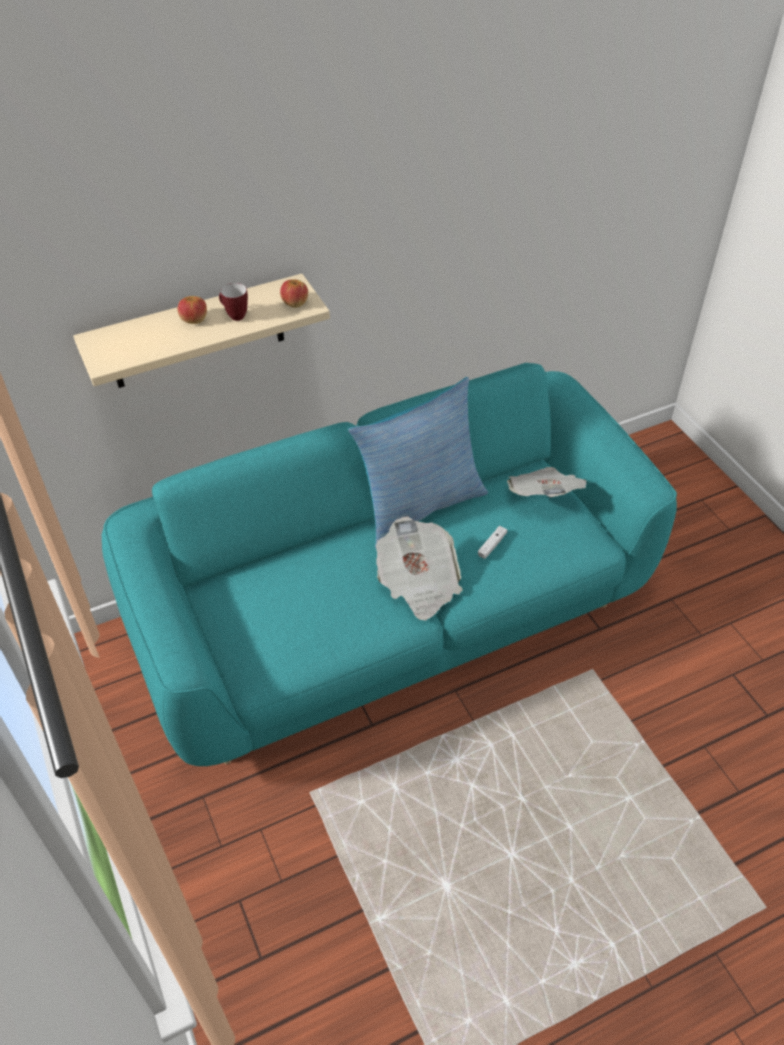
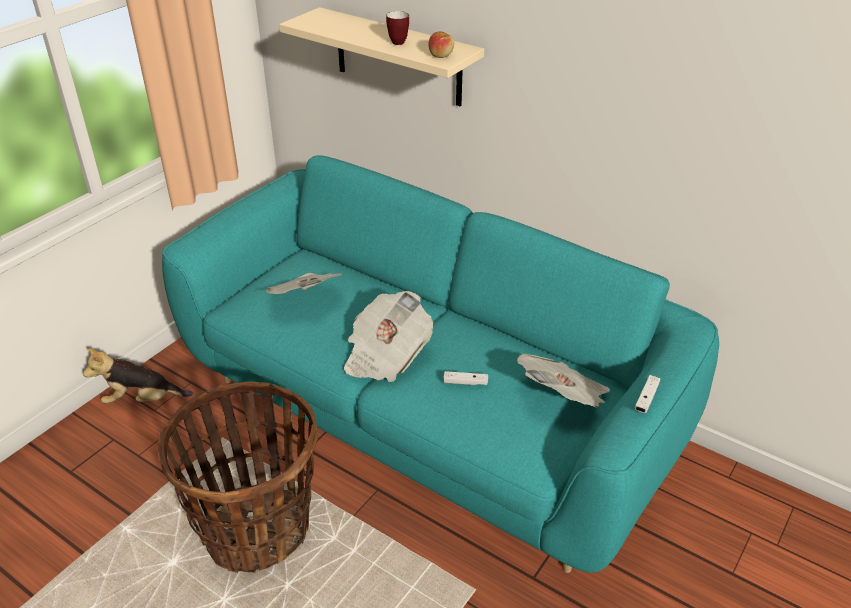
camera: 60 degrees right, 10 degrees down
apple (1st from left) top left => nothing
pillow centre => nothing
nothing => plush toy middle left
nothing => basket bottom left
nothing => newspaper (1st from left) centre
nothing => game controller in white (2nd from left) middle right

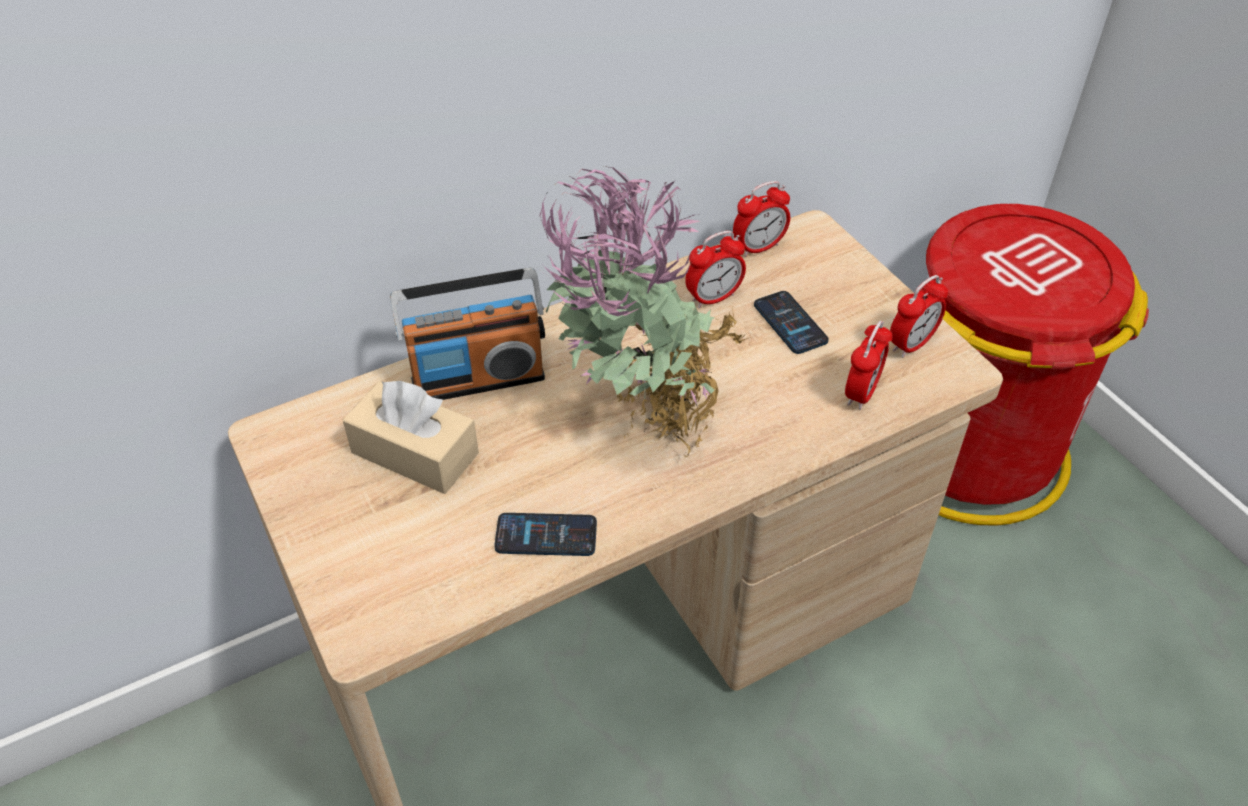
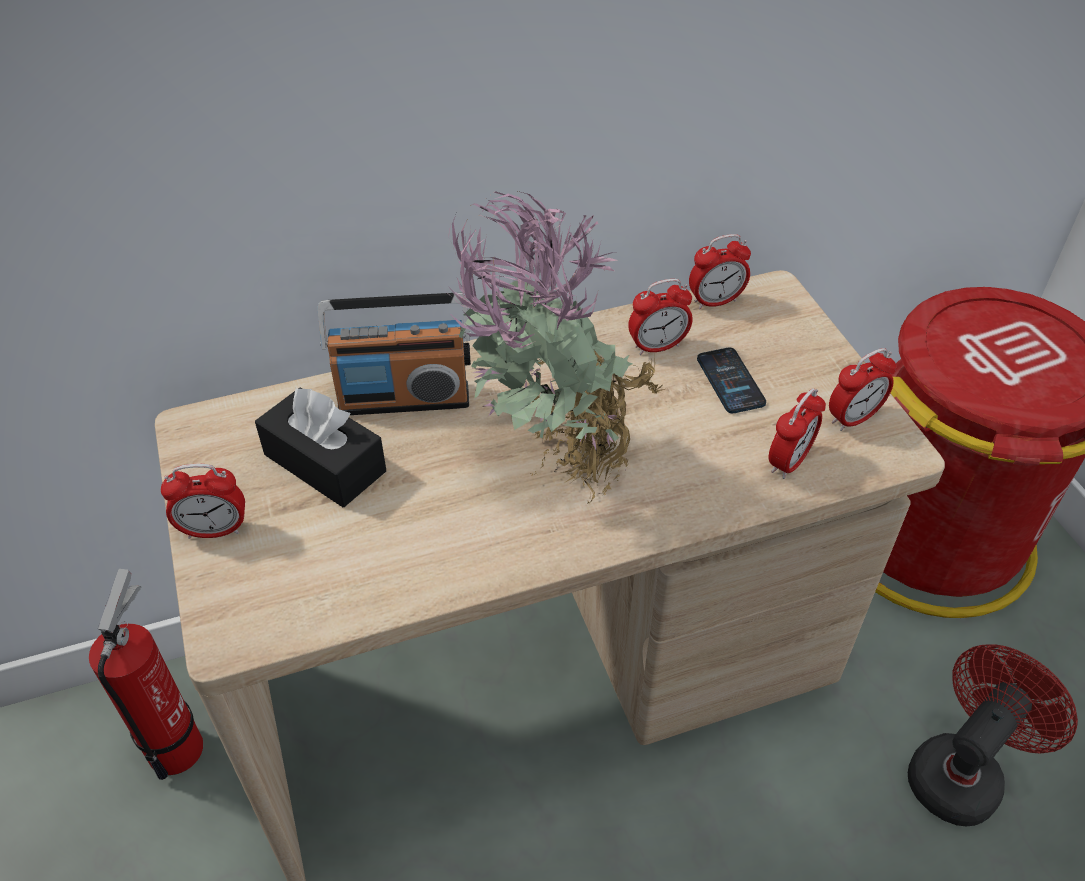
camera: 10 degrees right, 0 degrees up
phone (1st from left) centre => nothing
nothing => fire extinguisher bottom left
nothing => alarm clock (1st from left) middle left
nothing => fan in red bottom right
tissue box in beige middle left => tissue box in black middle left

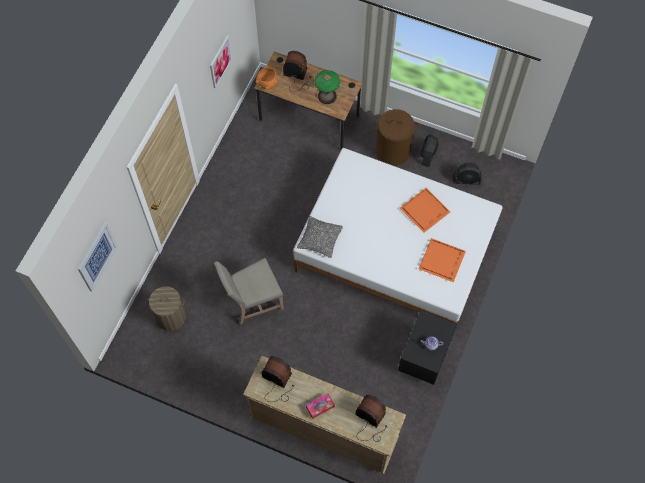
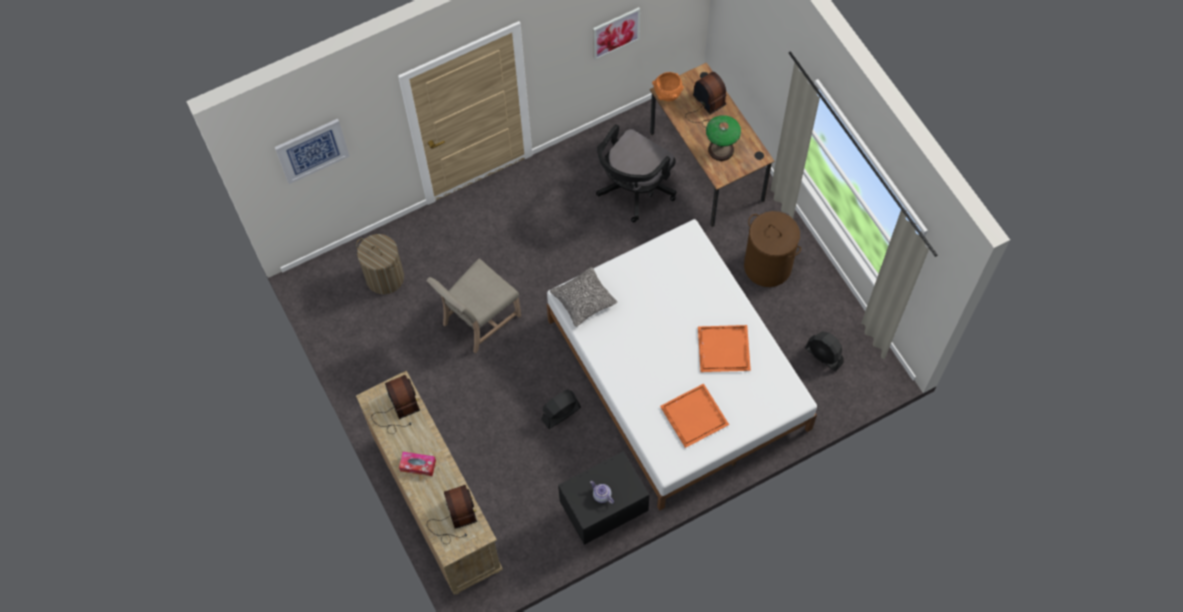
camera: 40 degrees right, 0 degrees up
nothing => office chair in black top centre
fan in black (1st from left) top centre => fan in black (1st from left) bottom centre, move
chair in beige centre, 60 degrees counterclockwise

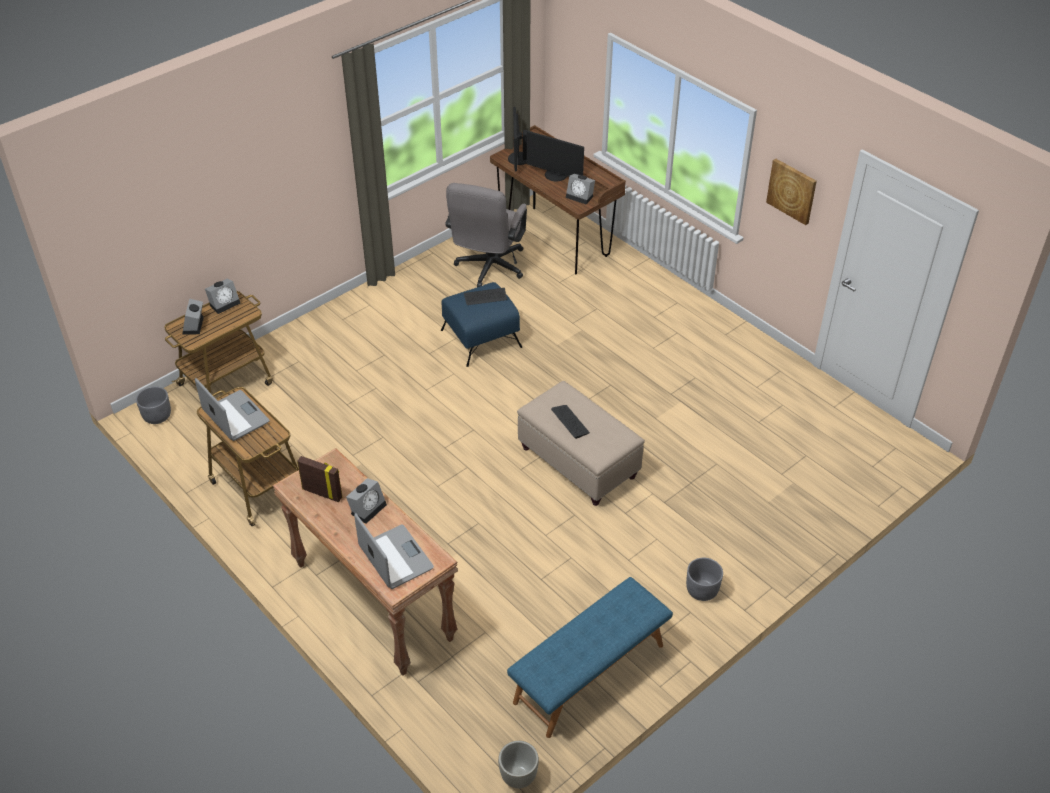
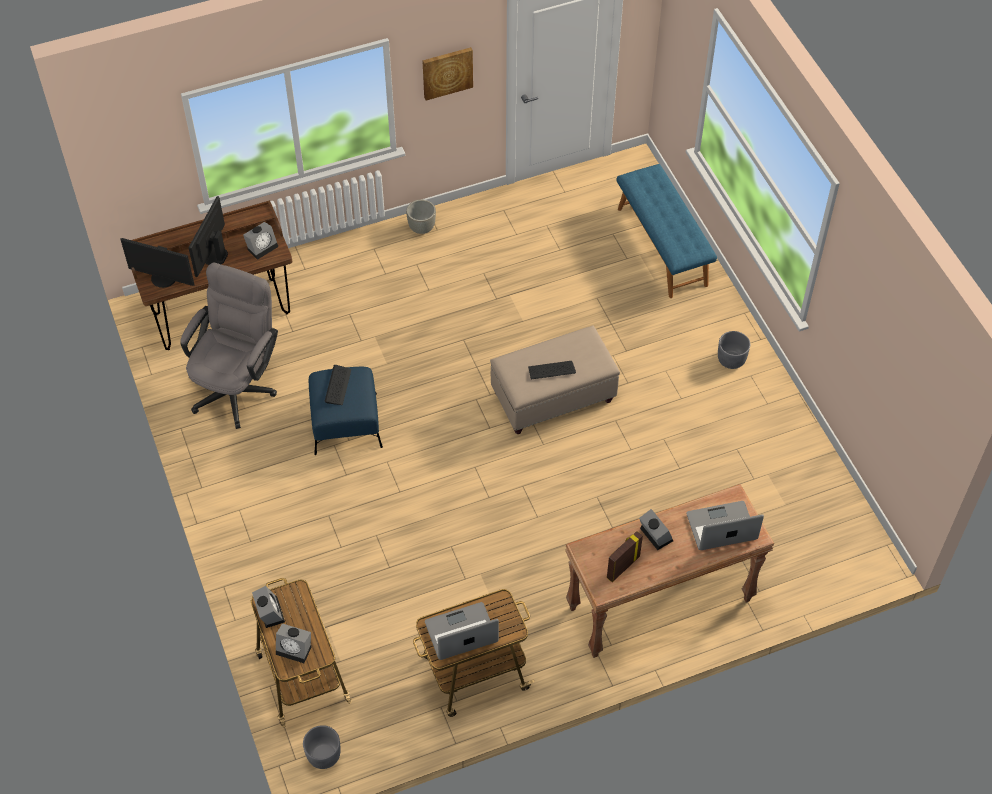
camera: 70 degrees left, 10 degrees up
planter in grey (2nd from left) bottom centre => planter in grey (2nd from left) top centre, move
bench in blue bottom centre => bench in blue top right, move
office chair in grey top centre => office chair in grey middle left, 105 degrees counterclockwise
monitor (2nd from left) top centre => monitor (2nd from left) top left, 150 degrees clockwise

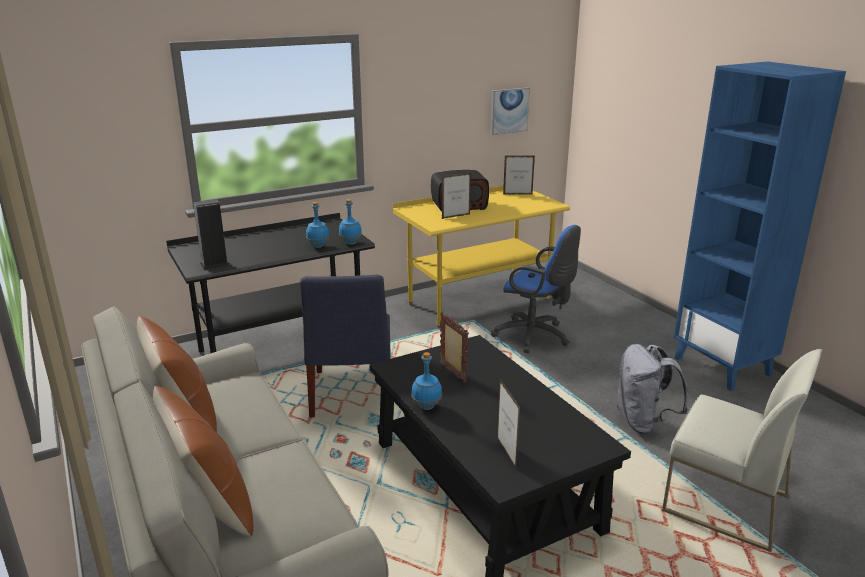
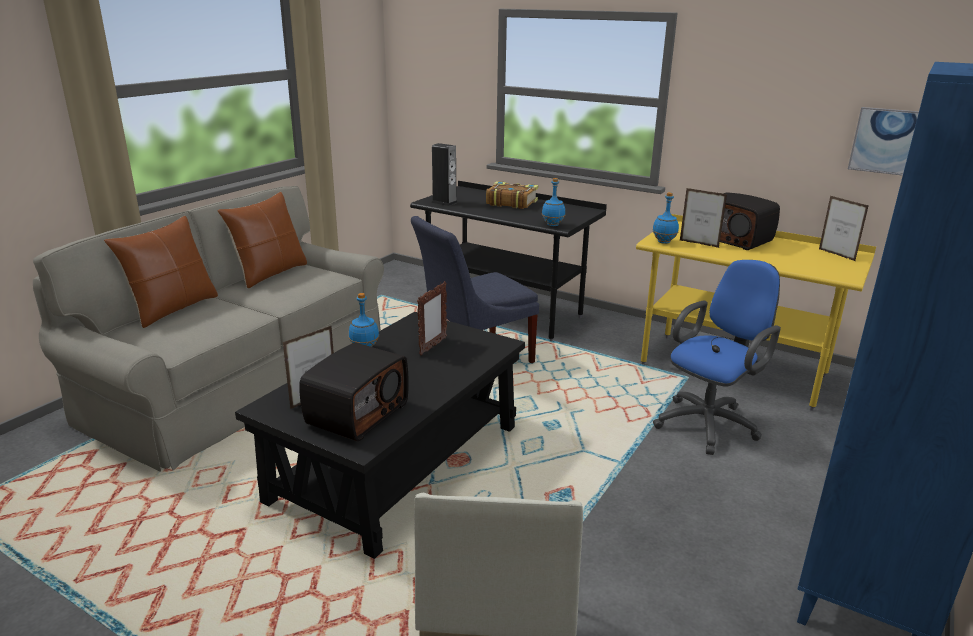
camera: 60 degrees right, 0 degrees up
backpack in grey bottom right => nothing
nothing => radio (1st from left) centre
nothing => book top centre
bottle in blue (1st from left in the first image) centre => bottle in blue (3rd from left) middle right, move
office chair in blue centre => office chair in blue middle right, 135 degrees counterclockwise

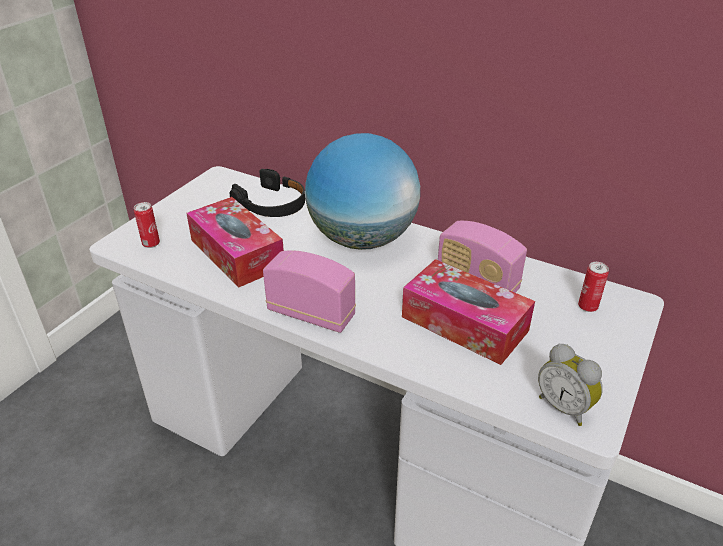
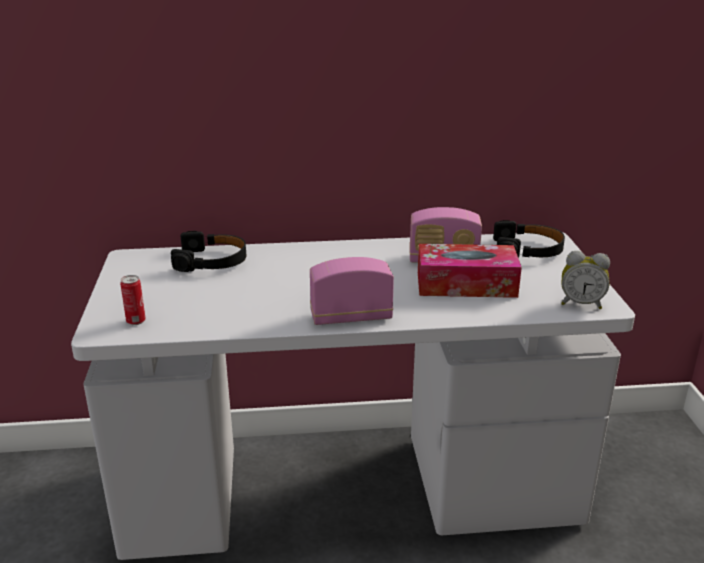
camera: 35 degrees left, 10 degrees down
tissue box (1st from left) middle left => nothing
globe centre => nothing
can (2nd from left) middle right => headphones in black (2nd from left) middle right

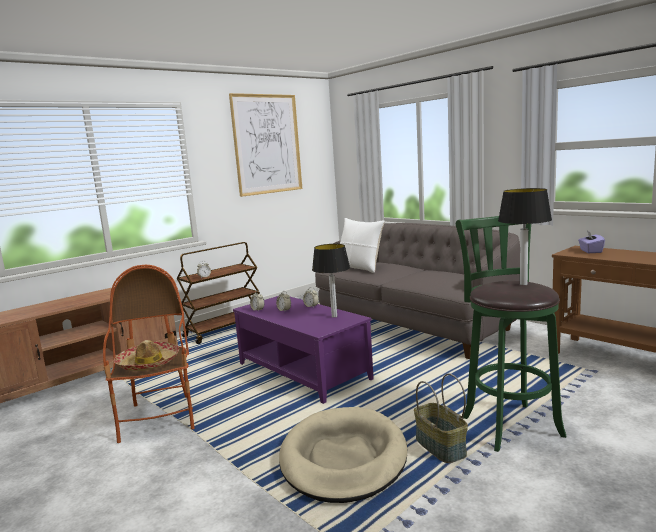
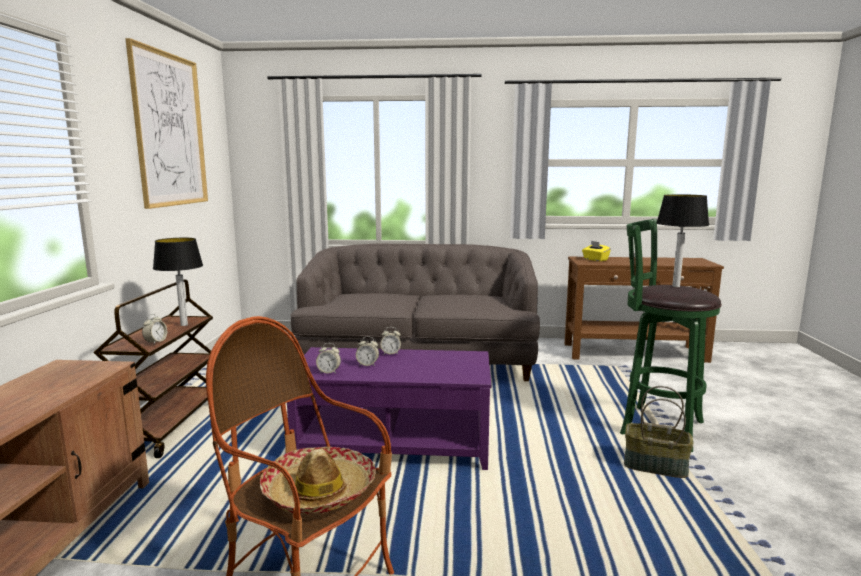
camera: 45 degrees left, 0 degrees up
dog bed in beige bottom centre => nothing
pillow in white centre => nothing
table lamp (1st from left) centre => table lamp (1st from left) middle left, move
tissue box in purple middle right => tissue box in yellow middle right

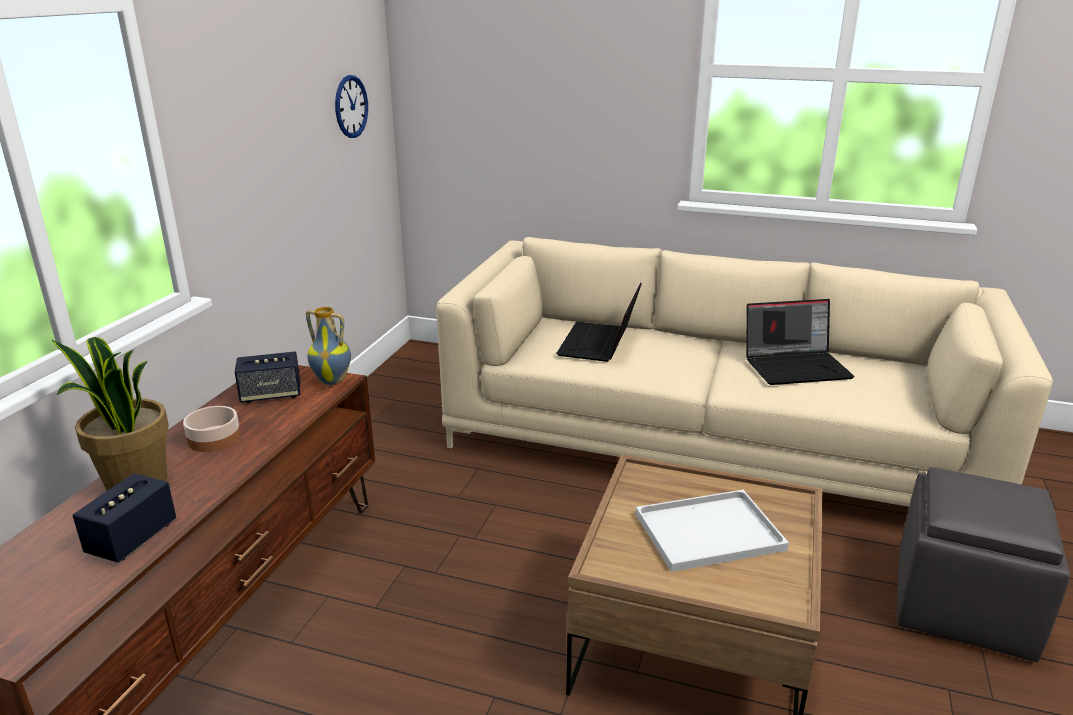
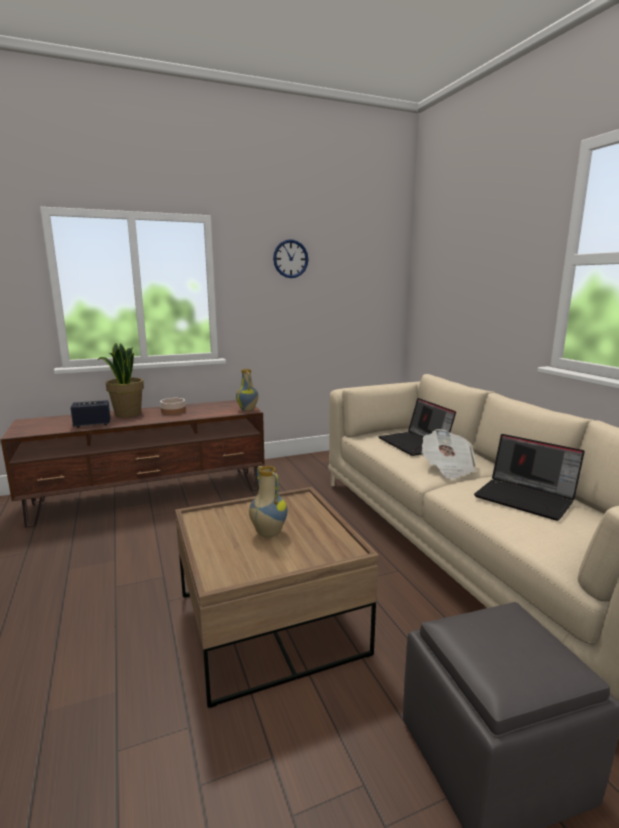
camera: 50 degrees right, 10 degrees down
speaker (2nd from left) middle left => nothing
nothing => newspaper middle right
wall clock top left => wall clock top centre, move
tray in white bottom centre => vase (2nd from left) centre
laptop (1st from left) centre => laptop (1st from left) middle right, 90 degrees counterclockwise

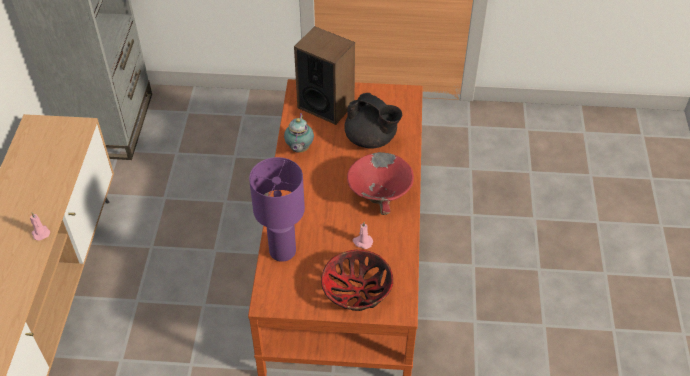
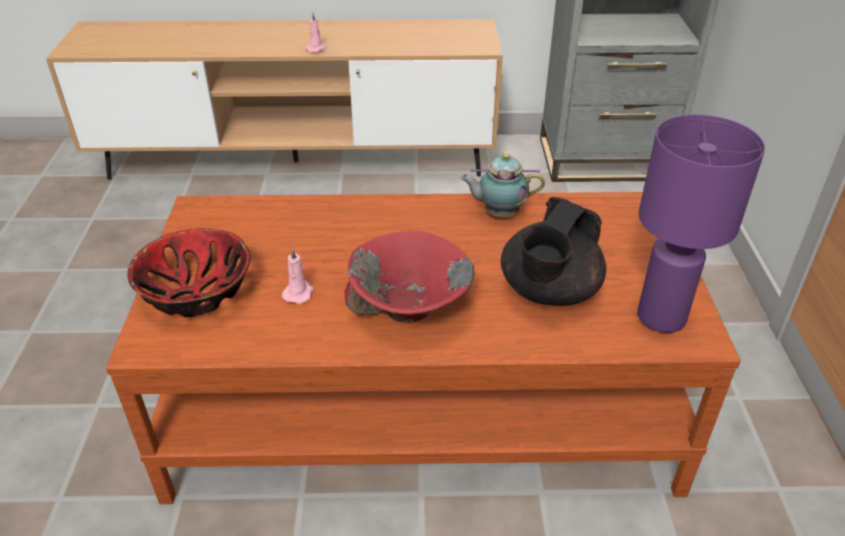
camera: 85 degrees right, 10 degrees down
speaker top centre => nothing
table lamp in purple centre => table lamp in purple middle right, move

